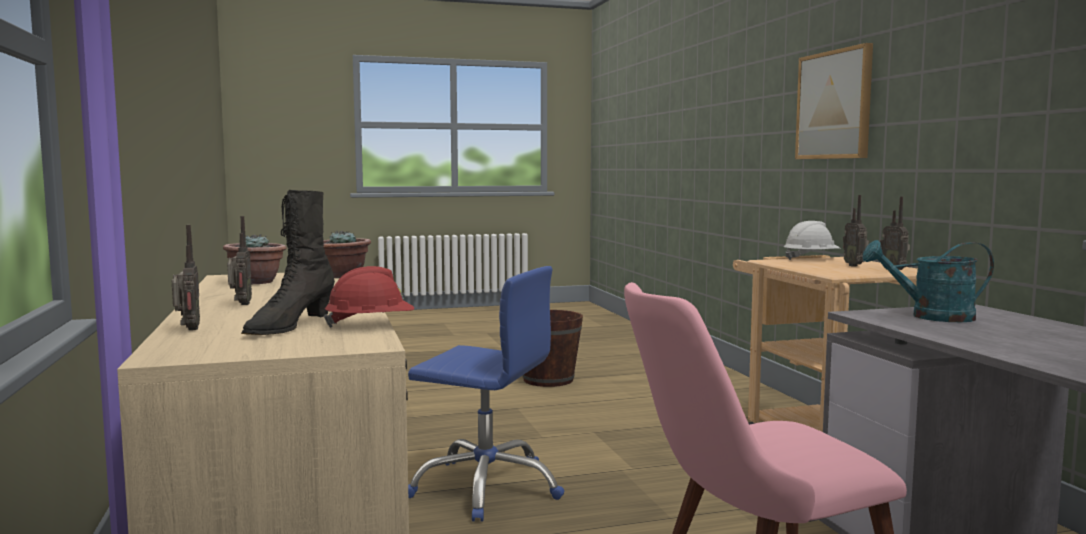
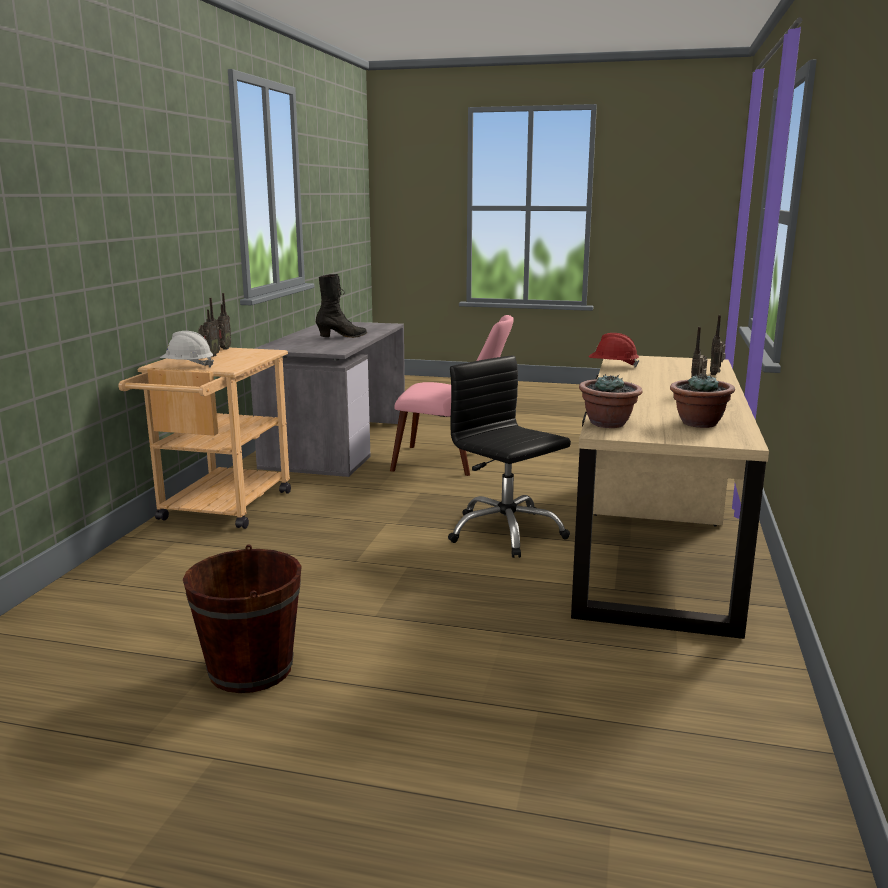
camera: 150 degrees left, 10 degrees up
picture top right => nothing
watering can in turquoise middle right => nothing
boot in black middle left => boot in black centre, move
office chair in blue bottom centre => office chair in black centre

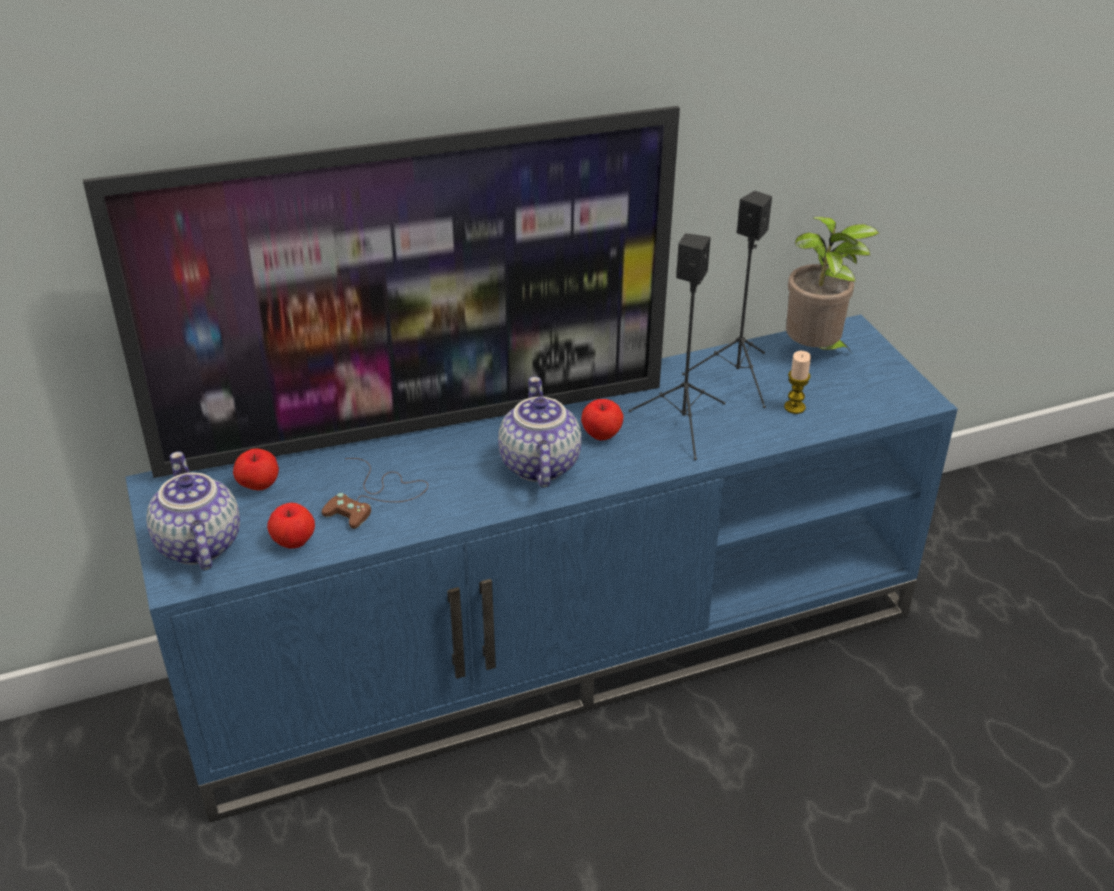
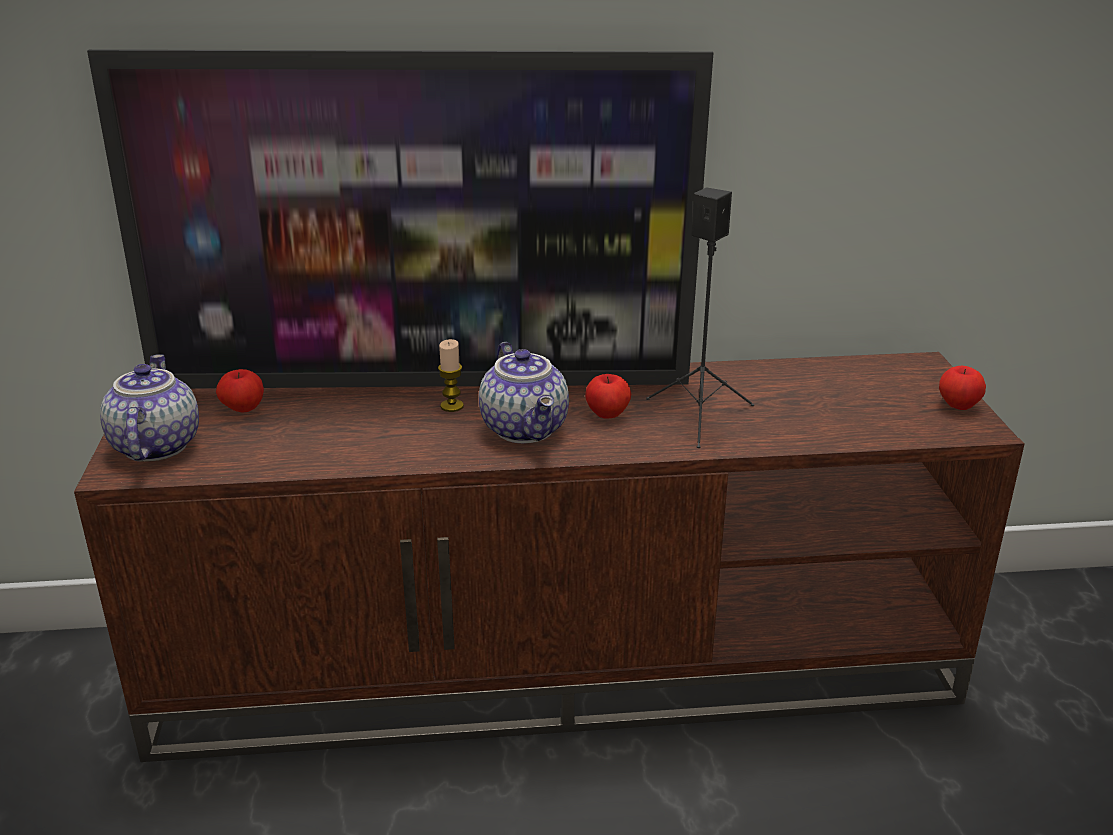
camera: 15 degrees right, 10 degrees down
game controller in brown centre => nothing
speaker in black (2nd from left) centre => nothing
potted plant top right => nothing
apple (2nd from left in the first image) middle left => apple (3rd from left) middle right, move
candle middle right => candle centre, move
tv stand in blue centre => tv stand in brown bottom centre
teapot (2nd from left) centre, 150 degrees clockwise

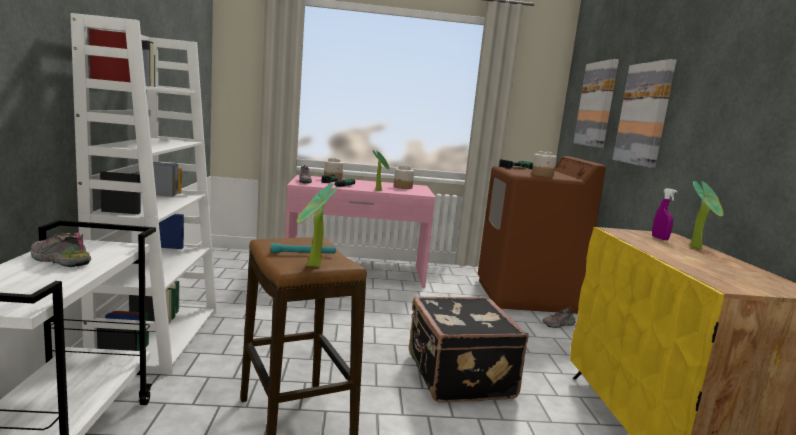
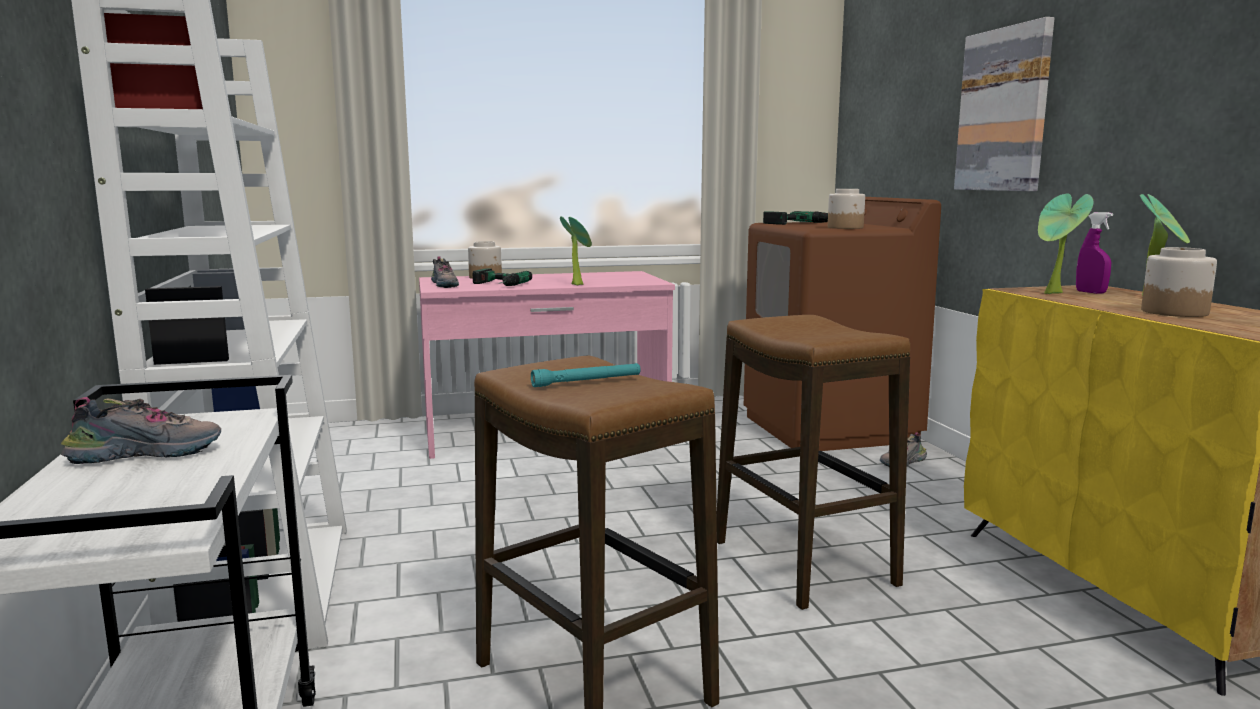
camera: 10 degrees left, 0 degrees up
picture (1st from left) top right => nothing
potted plant (1st from left in the first image) centre => potted plant (2nd from left) middle right, move
jar (2nd from left in the first image) centre => jar (3rd from left) middle right, move
suitcase in black bottom centre => stool (2nd from left) centre
shoe (1st from left) middle left, 150 degrees clockwise

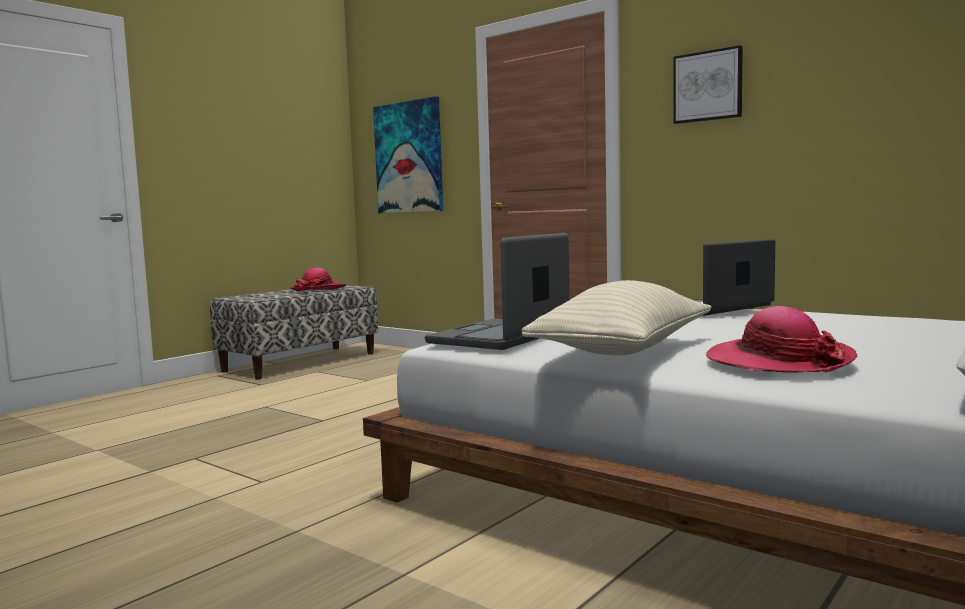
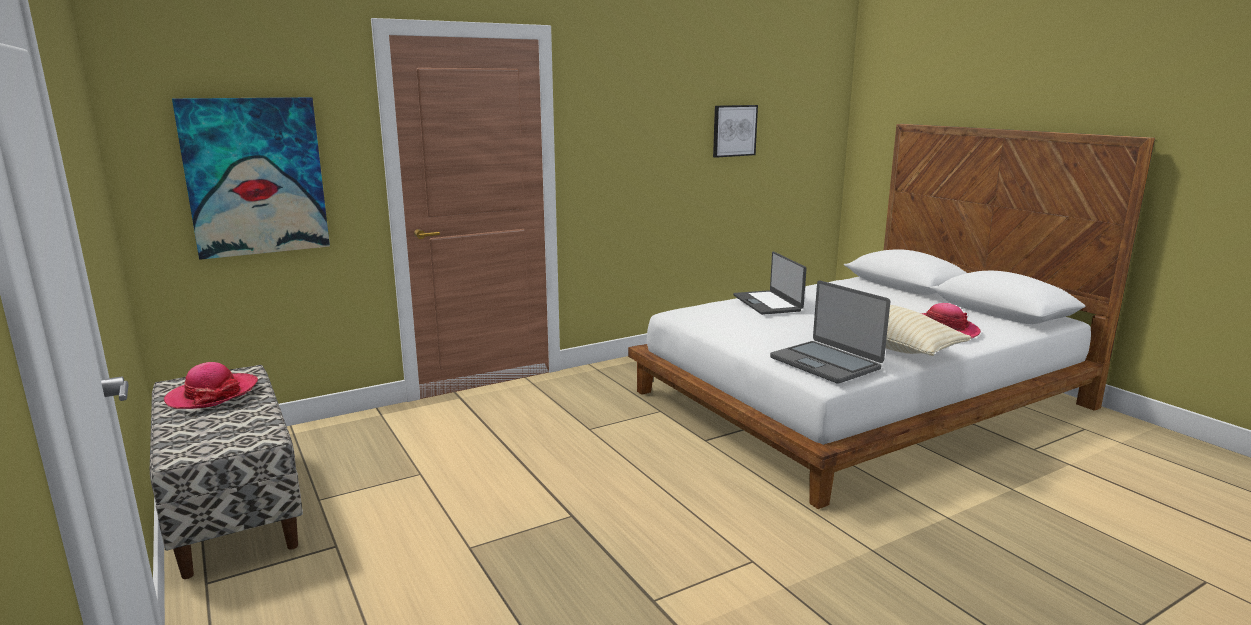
camera: 70 degrees left, 10 degrees up
picture (2nd from left) top right => picture (2nd from left) top centre, move

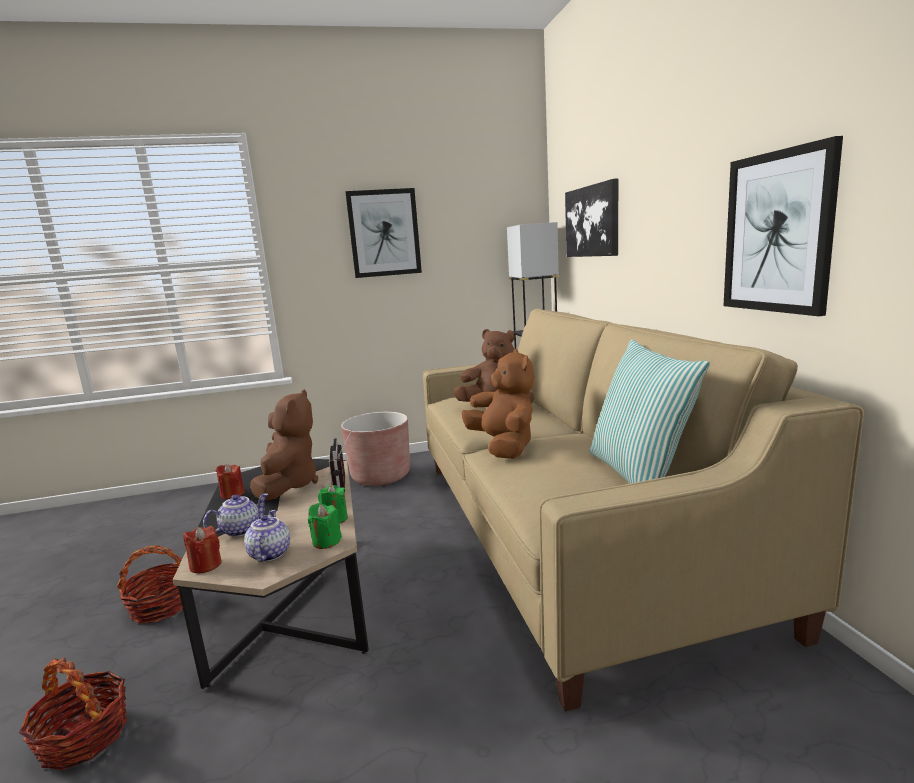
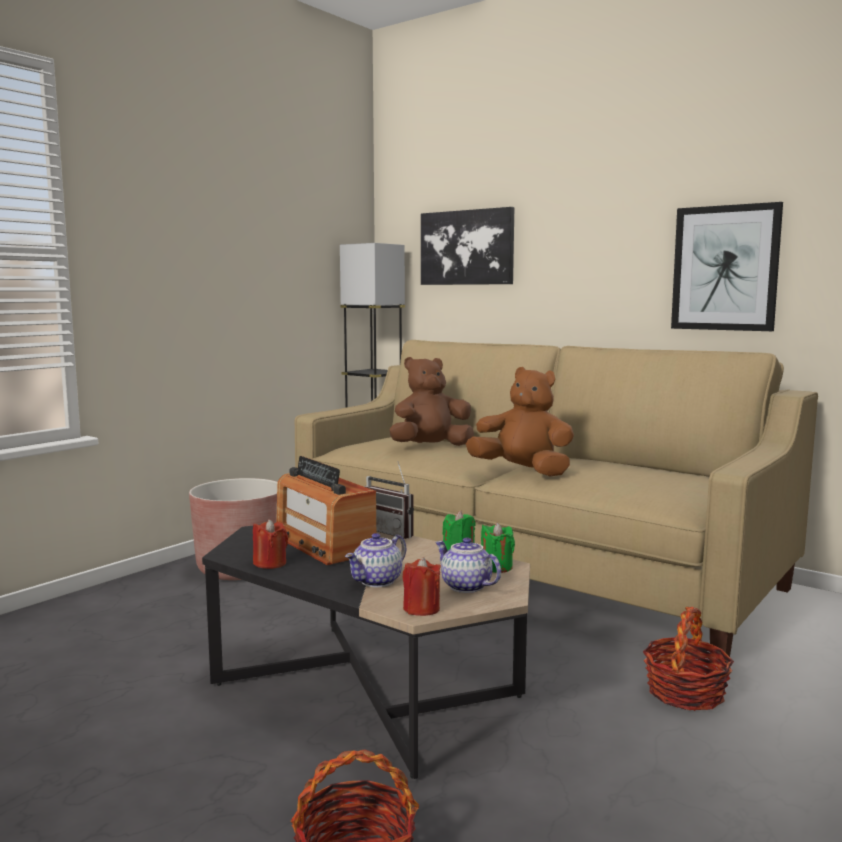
camera: 40 degrees left, 5 degrees down
picture (1st from left) top centre => nothing
pillow middle right => nothing
basket (2nd from left) bottom left => basket (2nd from left) bottom right, move
plush toy in brown (1st from left) middle left => radio (1st from left) centre
teapot (1st from left) middle left => teapot (1st from left) centre, 150 degrees counterclockwise

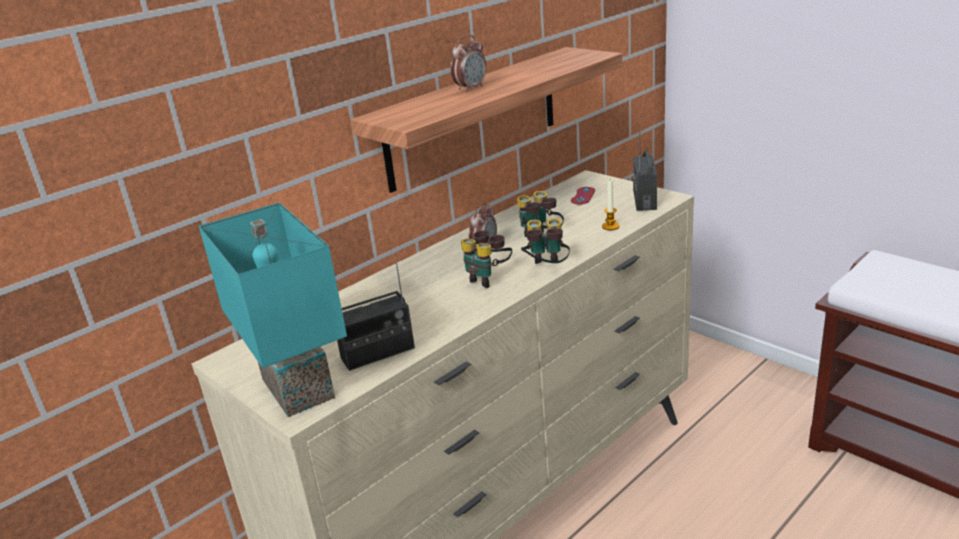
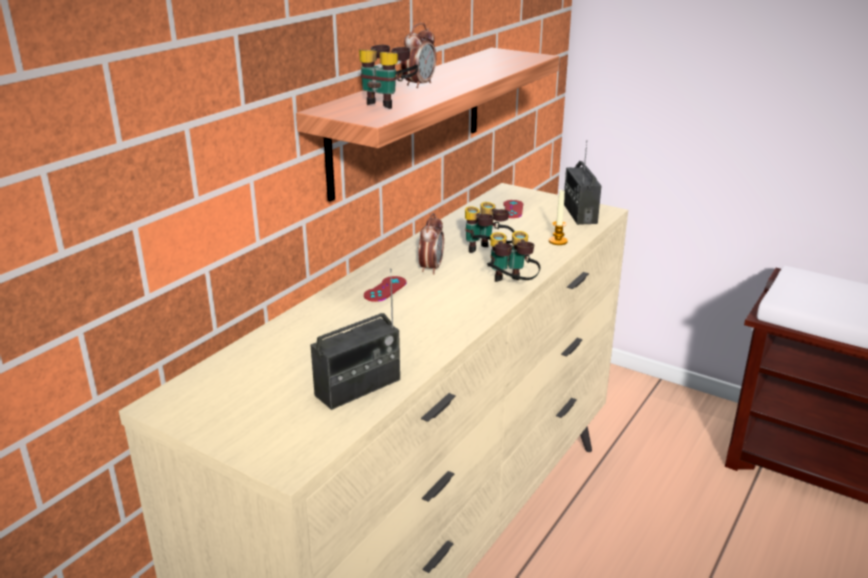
camera: 15 degrees left, 0 degrees up
table lamp in turquoise middle left => nothing
nothing => game controller in red (1st from left) centre
binoculars (1st from left) centre => binoculars (1st from left) top centre, move

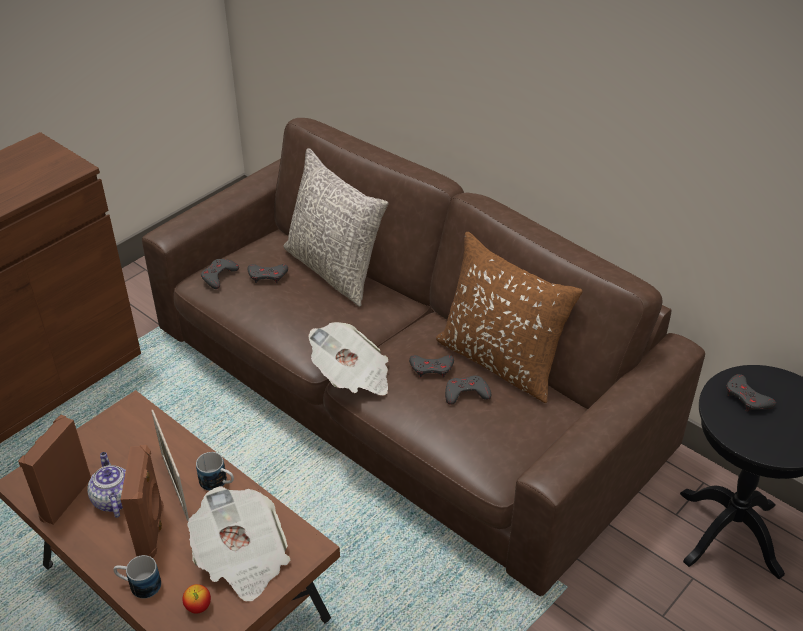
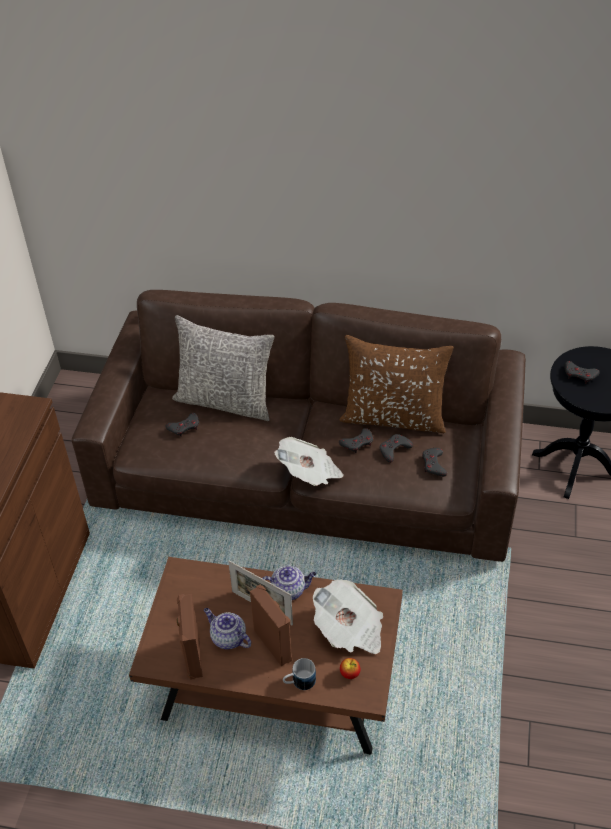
camera: 30 degrees left, 5 degrees up
game controller in grey (1st from left in the first image) middle left => game controller in grey (4th from left) middle right, move
mug (2nd from left) bottom left => teapot (2nd from left) bottom centre

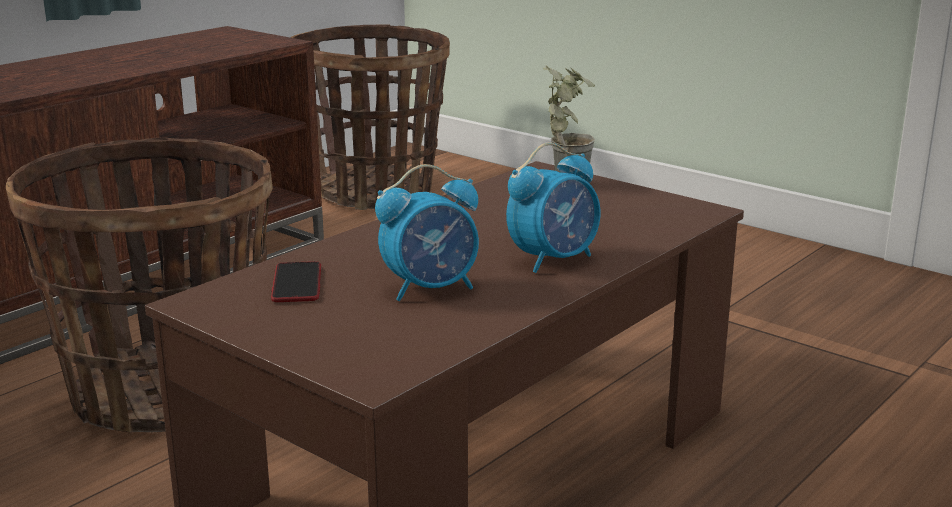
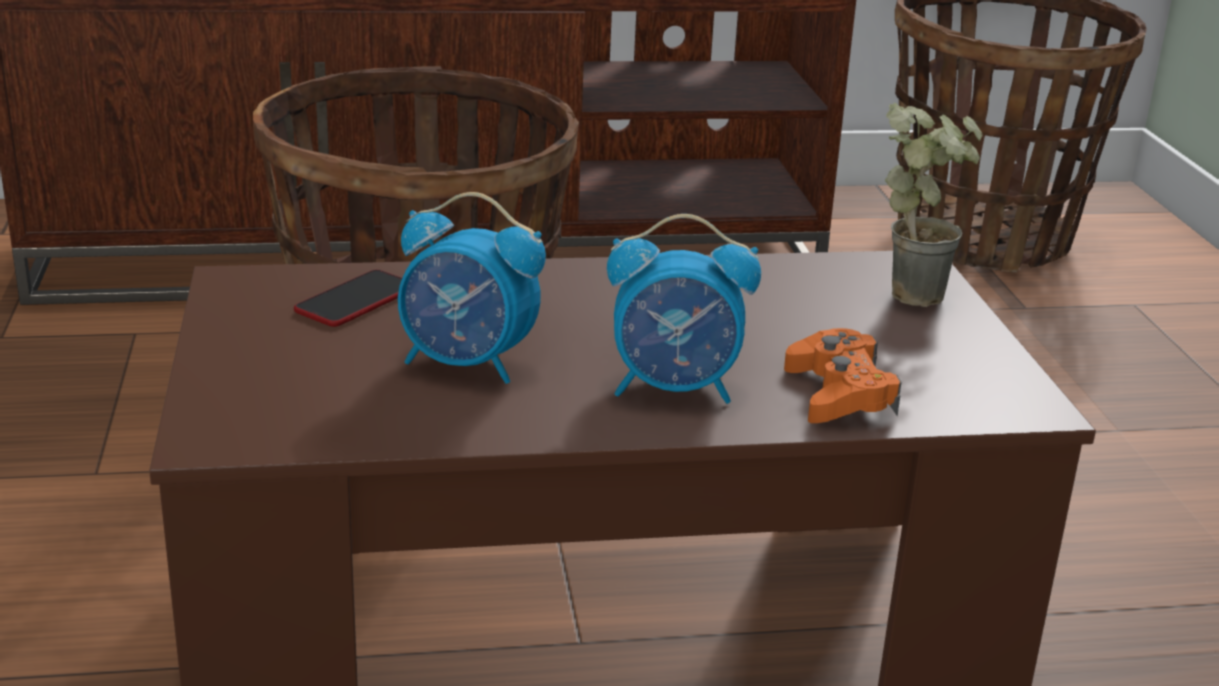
camera: 40 degrees right, 5 degrees up
nothing => game controller in orange middle right

